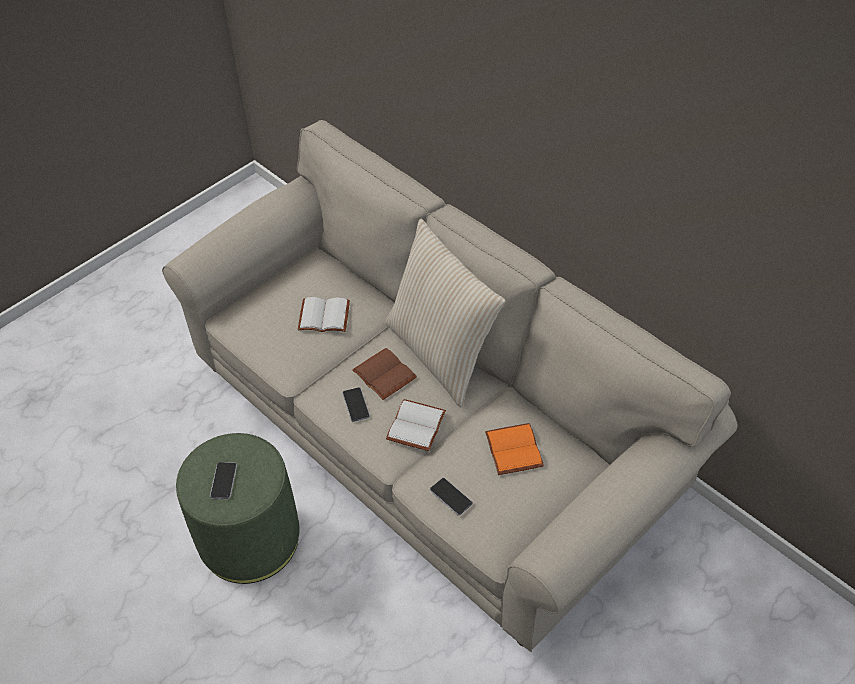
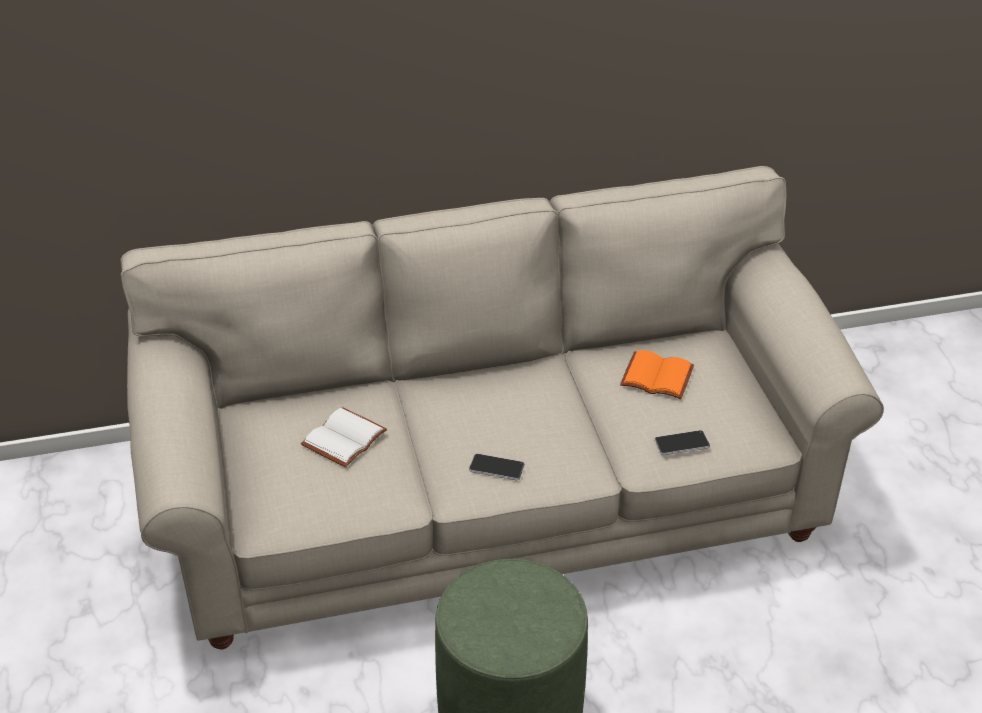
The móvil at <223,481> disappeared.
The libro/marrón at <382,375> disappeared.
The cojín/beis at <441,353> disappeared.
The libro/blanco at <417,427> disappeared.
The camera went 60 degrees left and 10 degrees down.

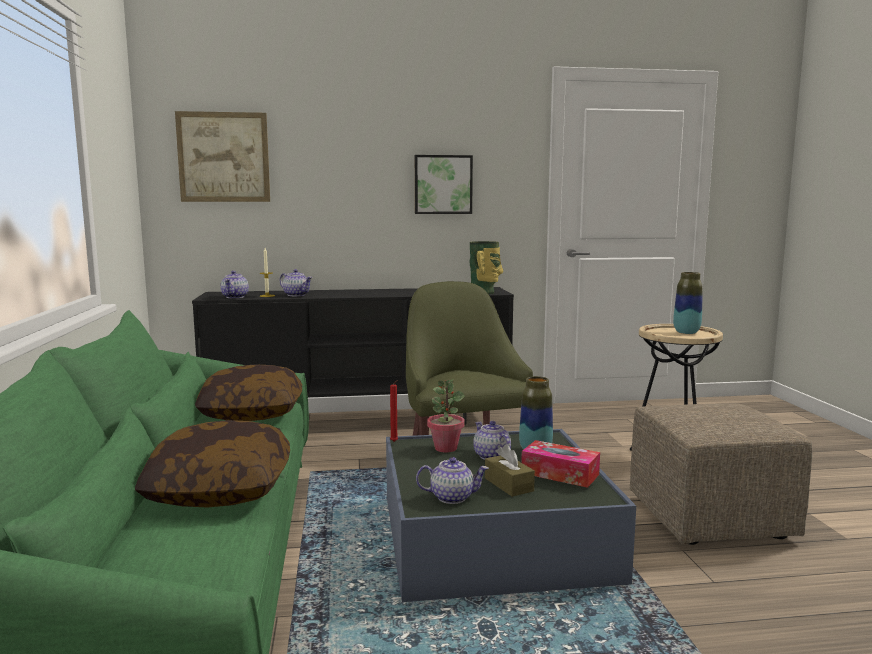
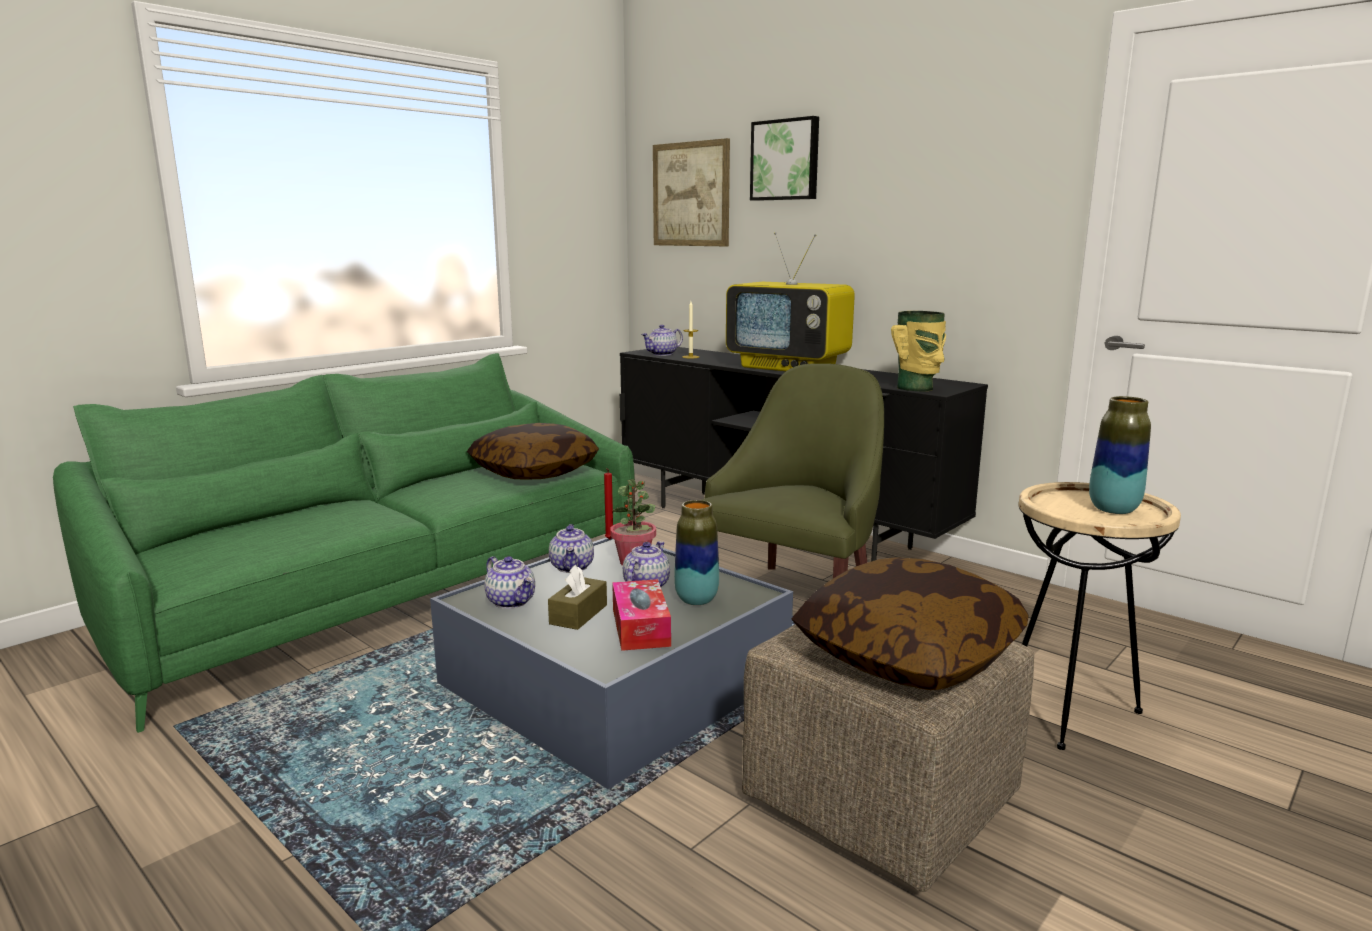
The cojín moved from <220,489> to <908,654>.
The tetera moved from <297,295> to <572,567>.
The cuadro moved from <443,184> to <786,160>.
The televisor at <789,367> appeared.
The camera went 50 degrees right and 5 degrees up.

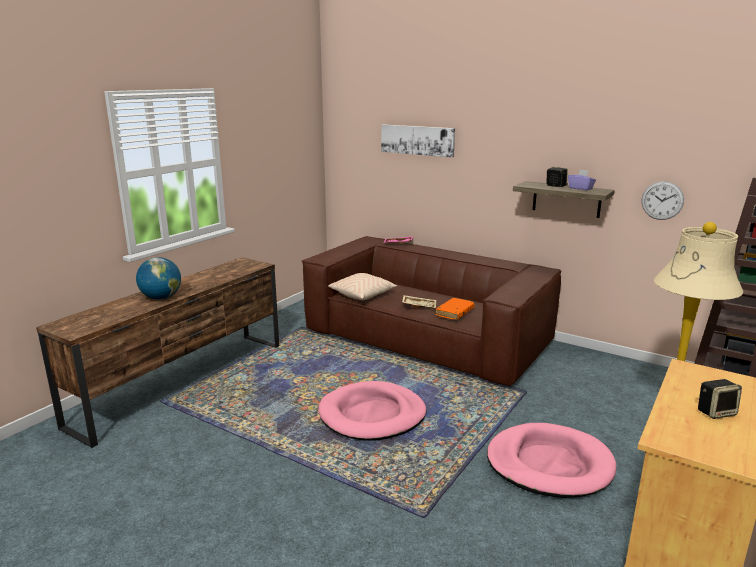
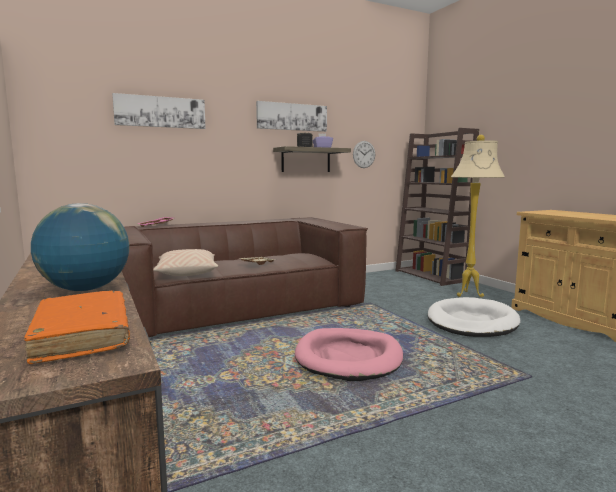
The libro/naranja moved from <454,313> to <83,336>.
The cama para perro/rosa at <549,464> became the cama para perro/blanco at <472,322>.
The altavoz at <716,412> disappeared.
The cuadro at <292,117> appeared.
The camera went 60 degrees left and 10 degrees down.

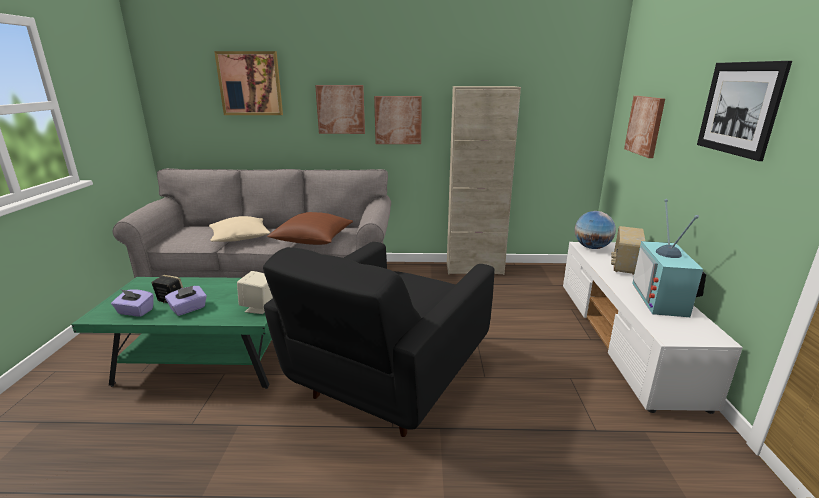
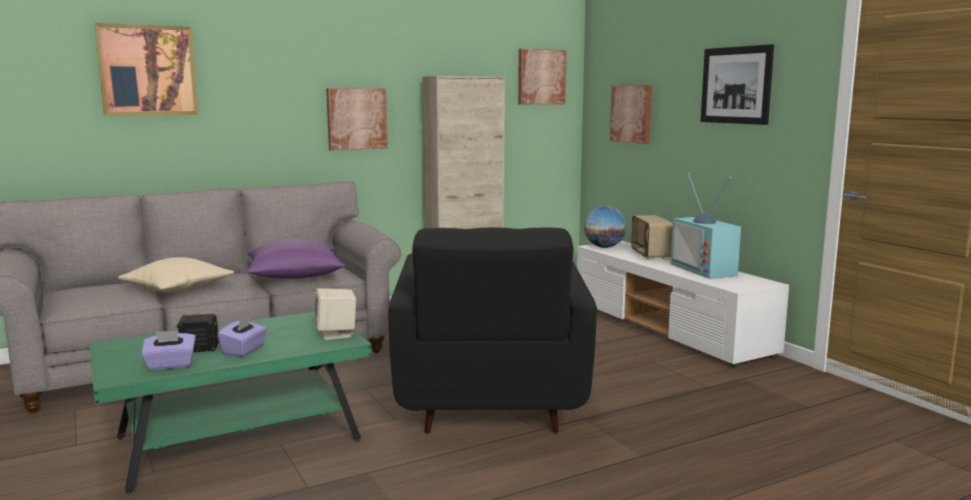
The cojín/marrón at <313,240> became the cojín/morado at <294,275>.
The cuadro moved from <341,109> to <541,77>.
The camera went 30 degrees left and 10 degrees down.

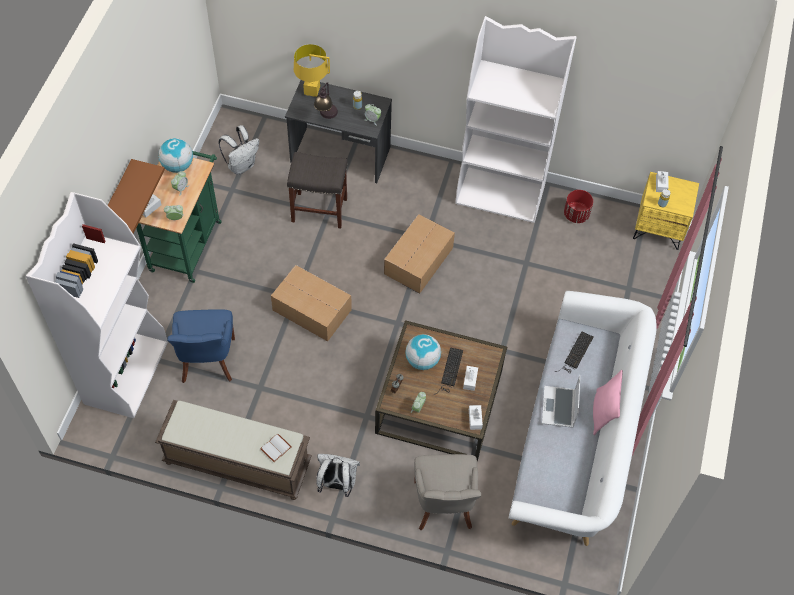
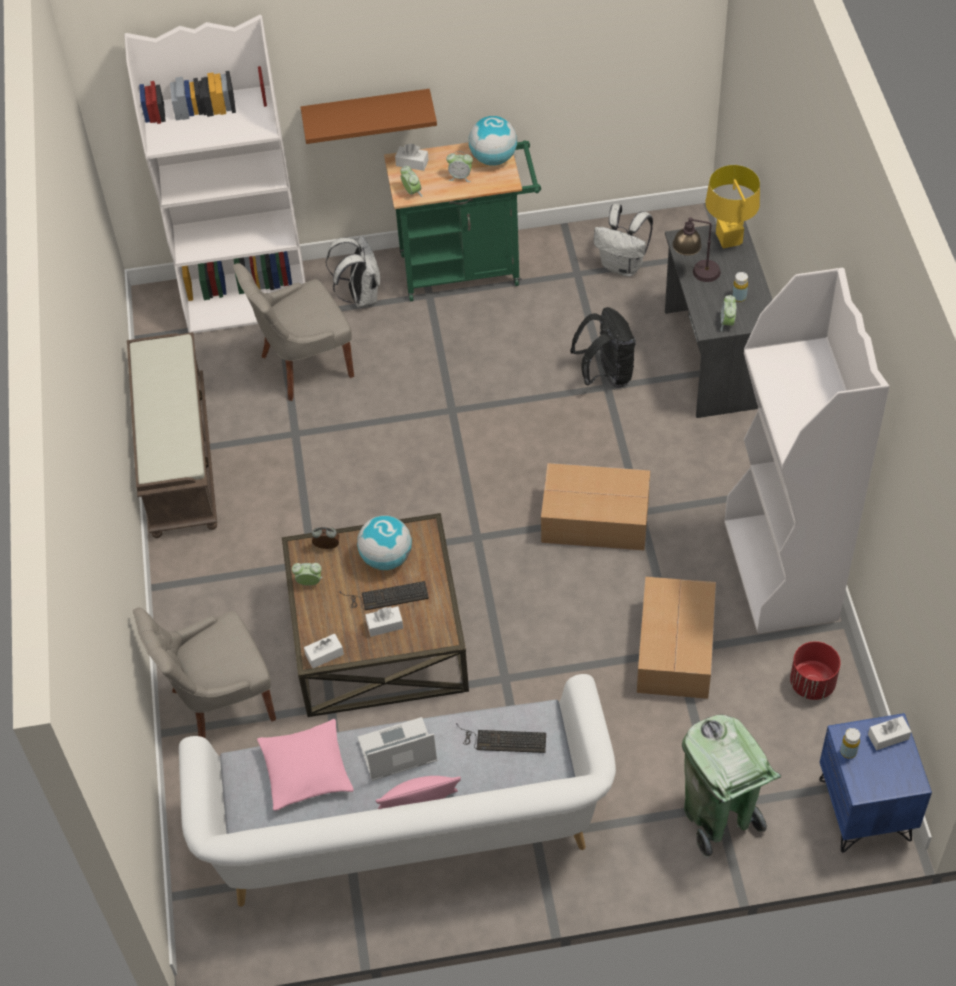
The silla/azul at <207,361> became the silla/gris at <304,366>.
The libro/blanco at <275,447> disappeared.
The caja de cartón moved from <312,311> to <674,650>.
The taburete/gris at <318,210> was replaced by the mochila/negro at <606,374>.
The mochila/blanco moved from <337,484> to <360,295>.
The mesita de noche/amarillo at <658,228> became the mesita de noche/azul at <865,809>.
The cojín/rosa at <306,770> appeared.
The papelera/verde at <718,817> appeared.
The camera went 70 degrees right and 5 degrees down.

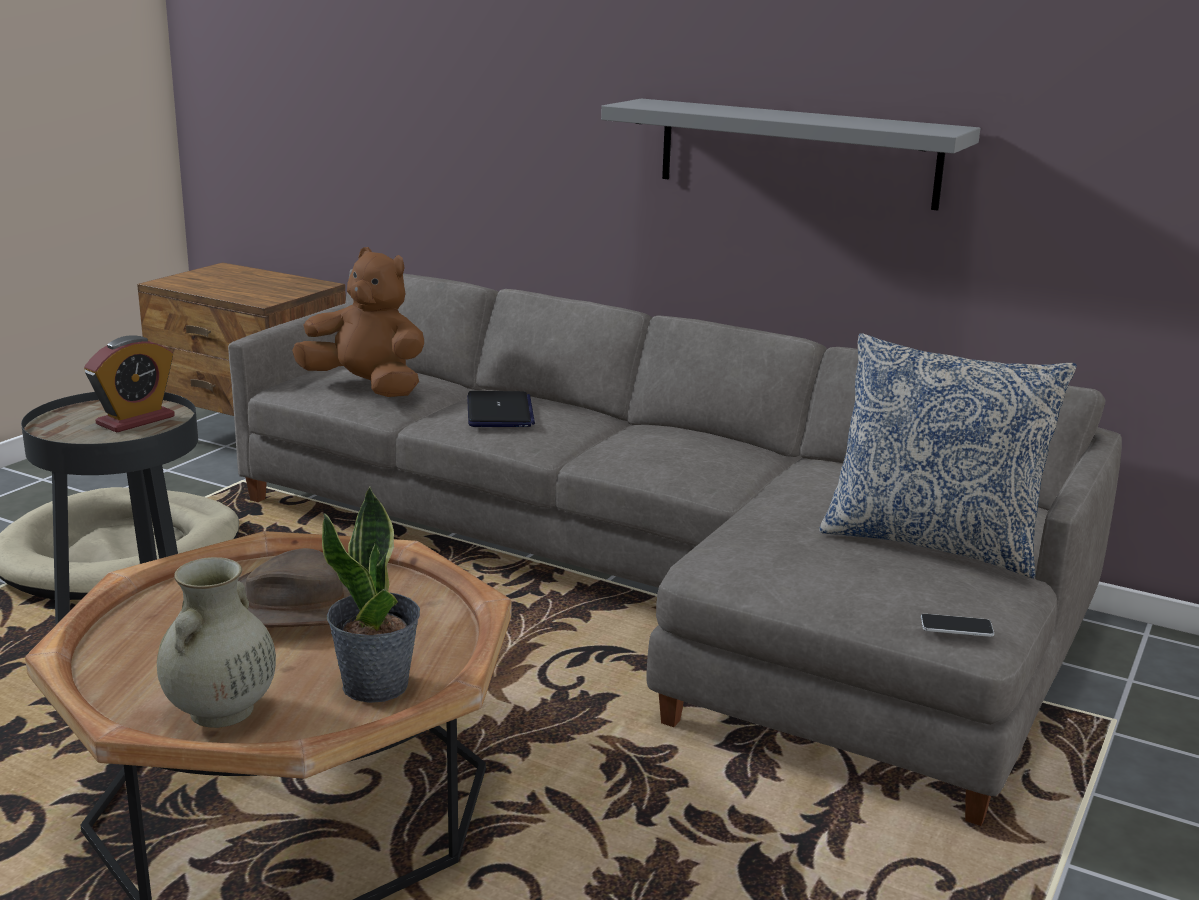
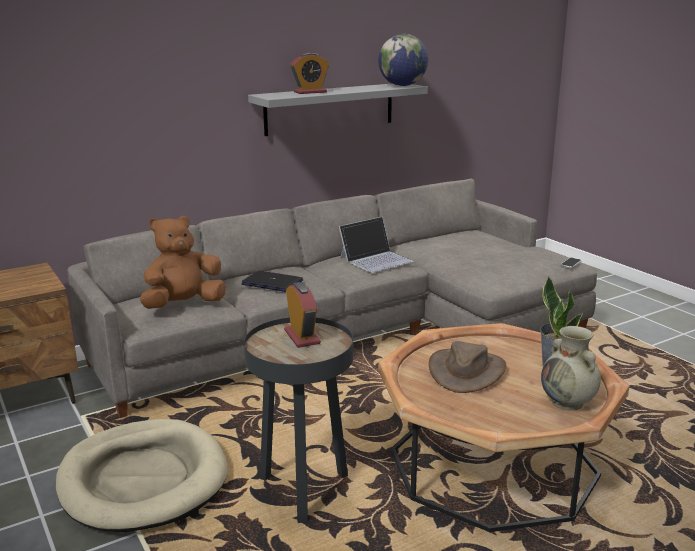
The cojín at <931,542> disappeared.
The despertador at <310,92> appeared.
The portátil at <376,259> appeared.
The globo terráqueo at <402,85> appeared.
The camera went 60 degrees left and 0 degrees up.

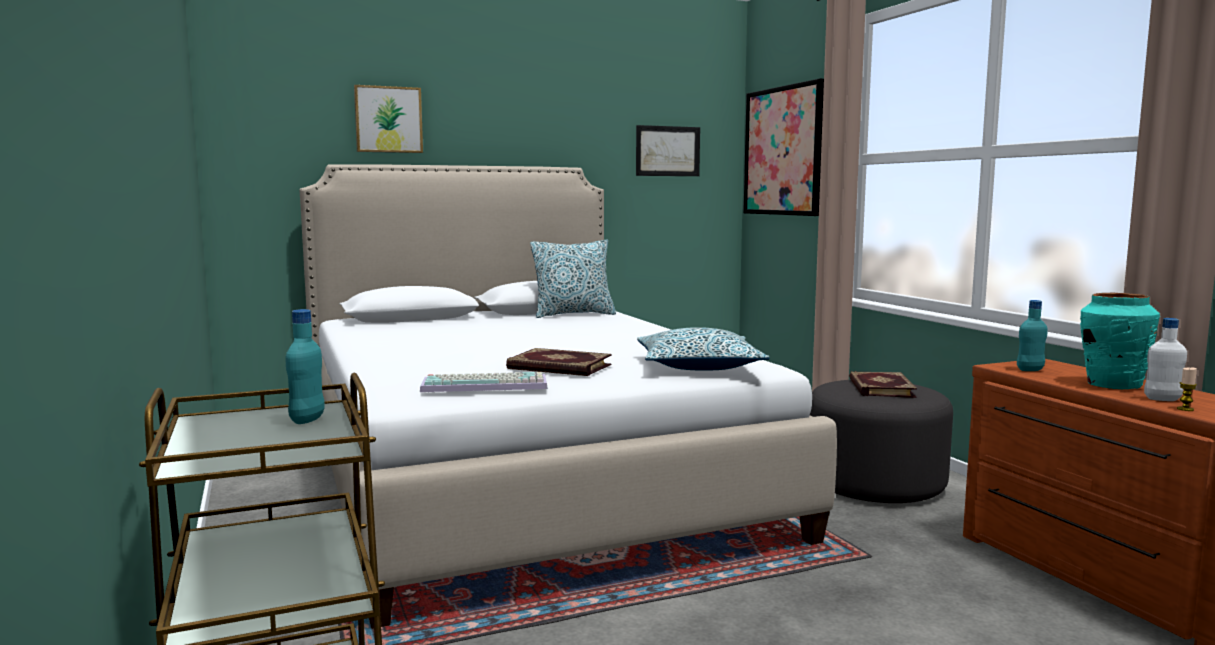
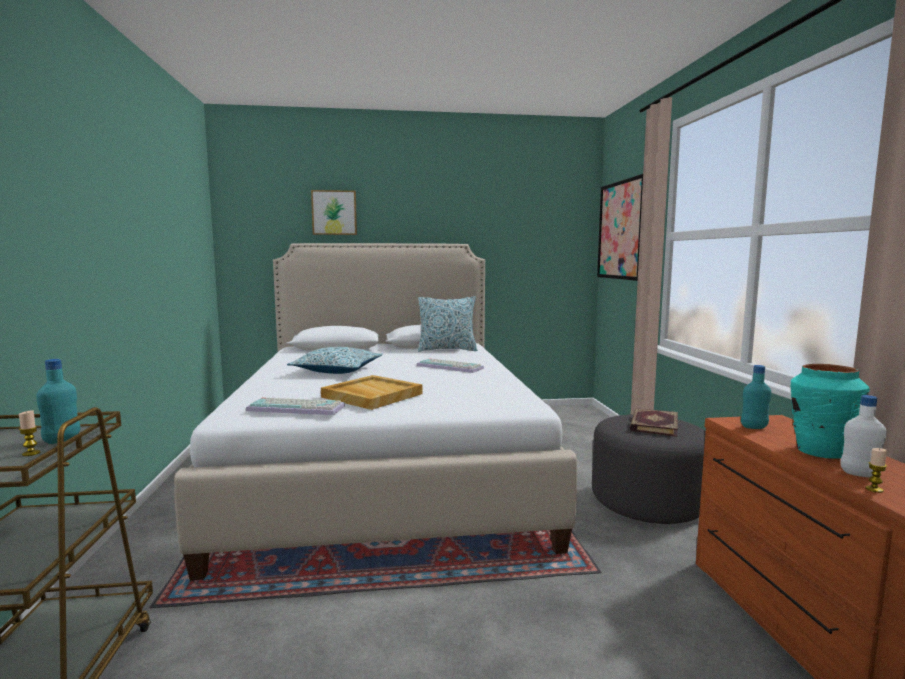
The libro at <559,367> was replaced by the bandeja/beis at <371,395>.
The cuadro at <667,151> disappeared.
The cojín moved from <698,366> to <337,370>.
The vela at <31,453> appeared.
The teclado at <451,367> appeared.
The camera went 15 degrees right and 0 degrees up.

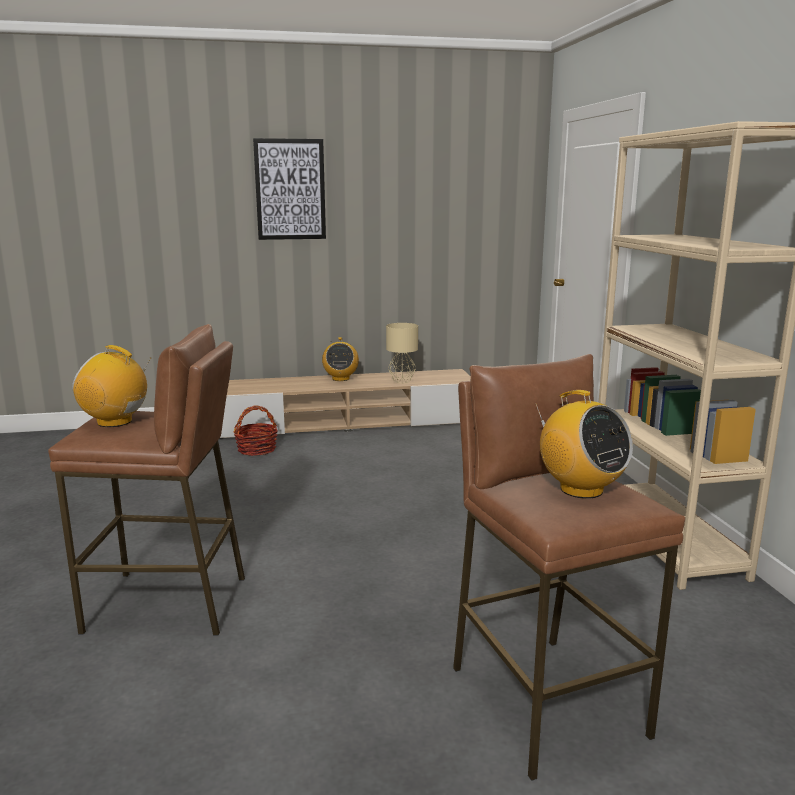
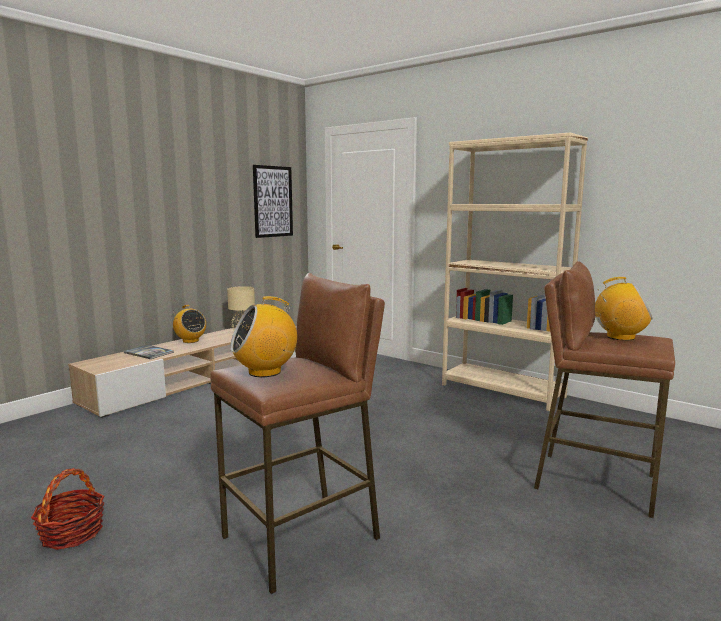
The cesta moved from <257,449> to <72,533>.
The cuadro moved from <290,189> to <273,201>.
The libro at <149,353> appeared.
The camera went 40 degrees left and 5 degrees down.

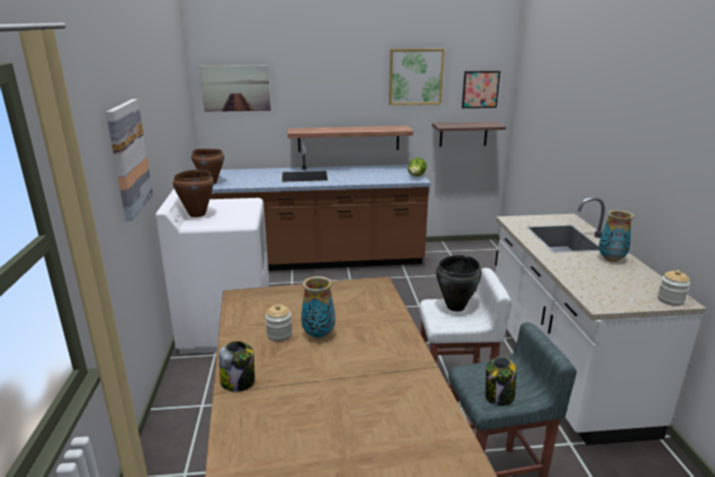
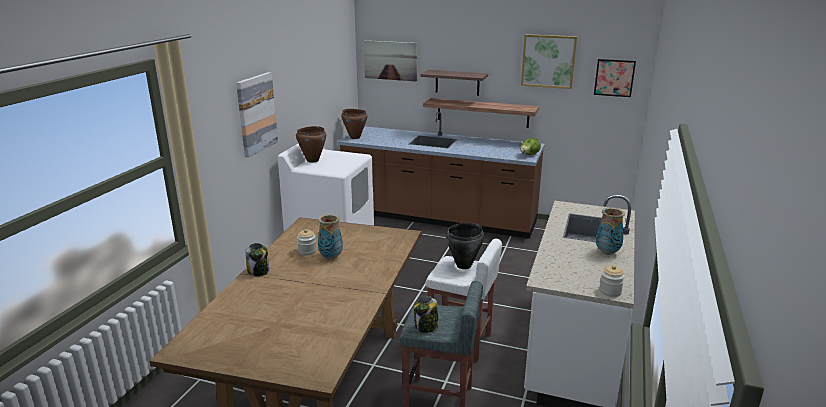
The estante moved from <463,134> to <457,82>.
The camera went 25 degrees right and 0 degrees up.

